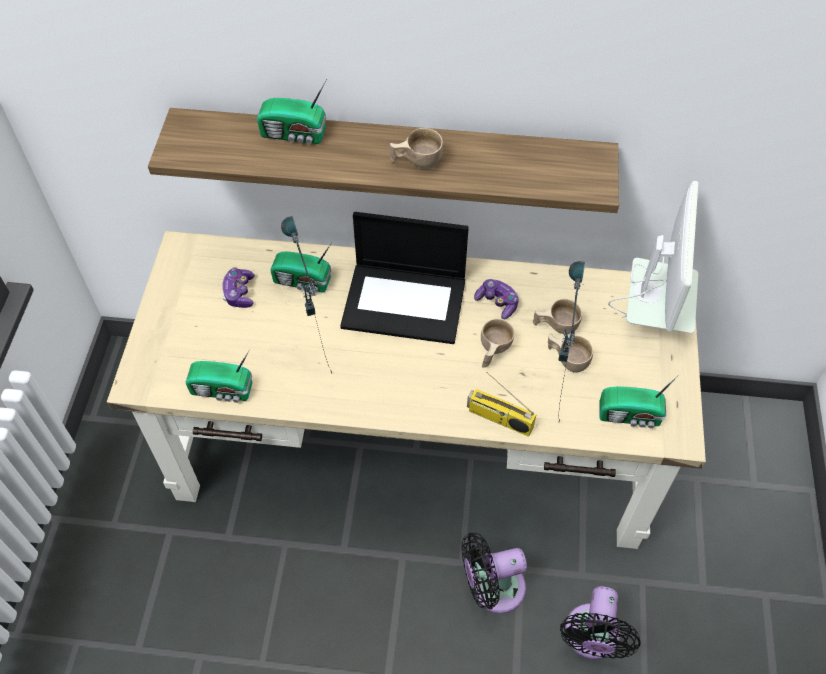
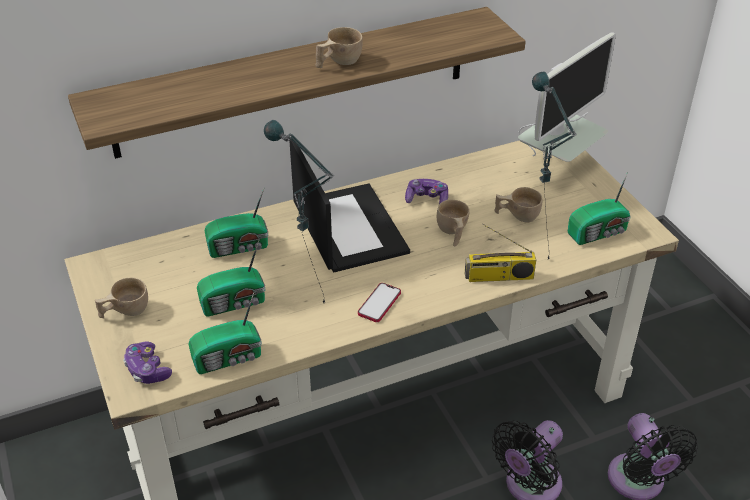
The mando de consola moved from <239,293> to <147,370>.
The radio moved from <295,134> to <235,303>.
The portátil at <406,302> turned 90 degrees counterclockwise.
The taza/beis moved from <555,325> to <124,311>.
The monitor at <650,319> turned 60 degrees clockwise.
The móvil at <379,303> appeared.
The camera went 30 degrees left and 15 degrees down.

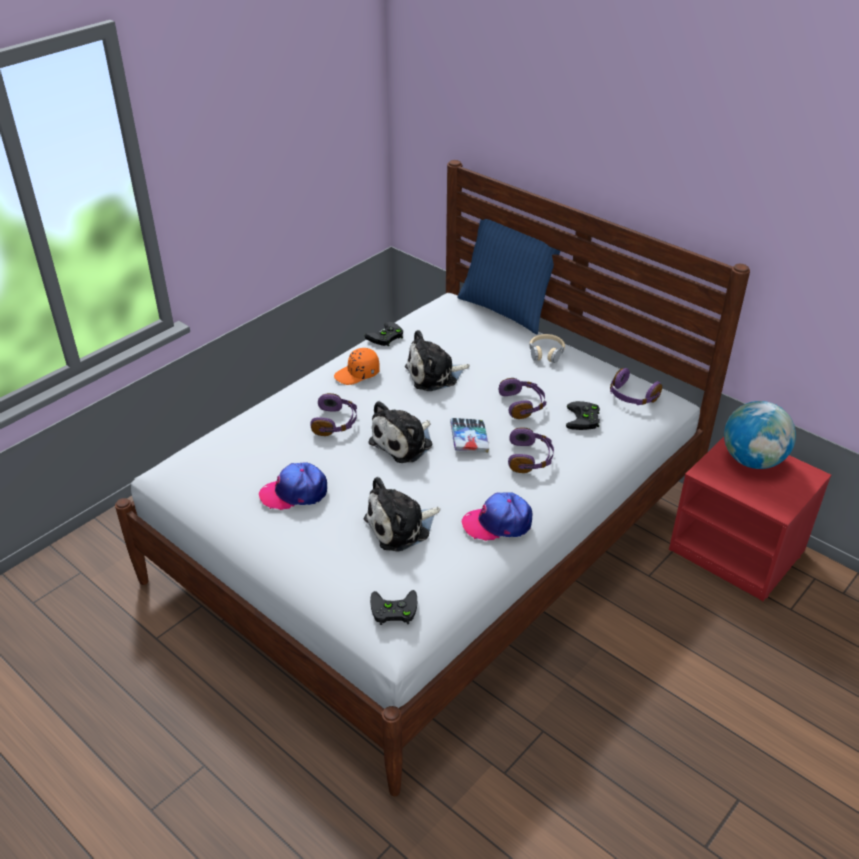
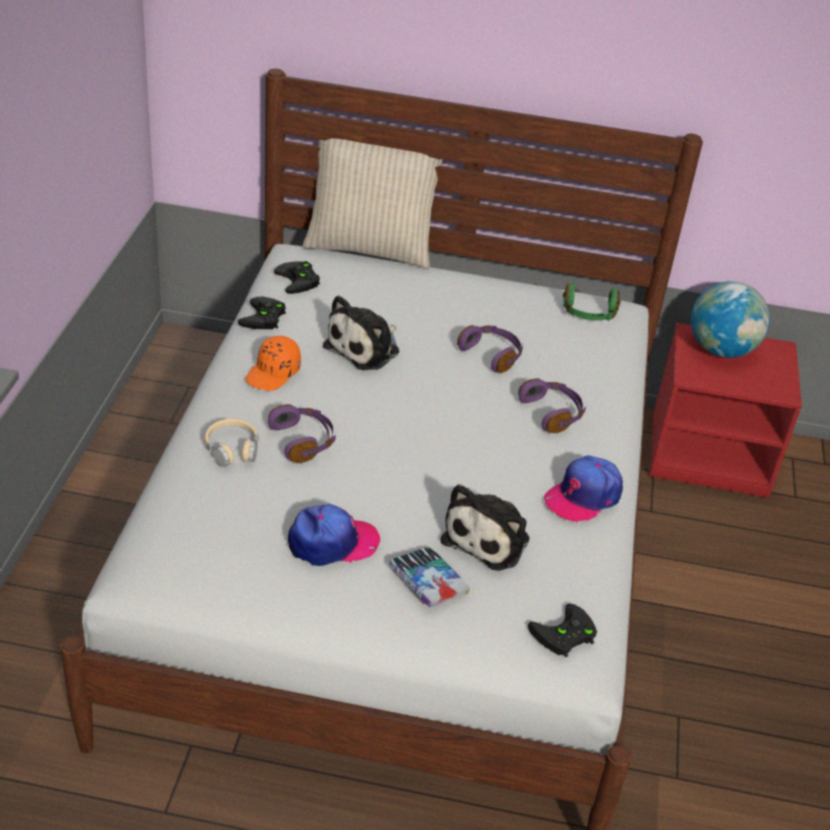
The gorra at <294,492> turned 150 degrees counterclockwise.
The peluche at <404,443> disappeared.
The libro moved from <469,439> to <428,582>.
The cojín/azul at <507,309> became the cojín/beis at <370,248>.
The auriculares/beis moved from <546,353> to <232,448>.
The mando de consola/negro moved from <584,419> to <300,280>.
The auriculares/morado at <631,397> became the auriculares/verde at <589,313>.
The camera went 35 degrees left and 0 degrees up.

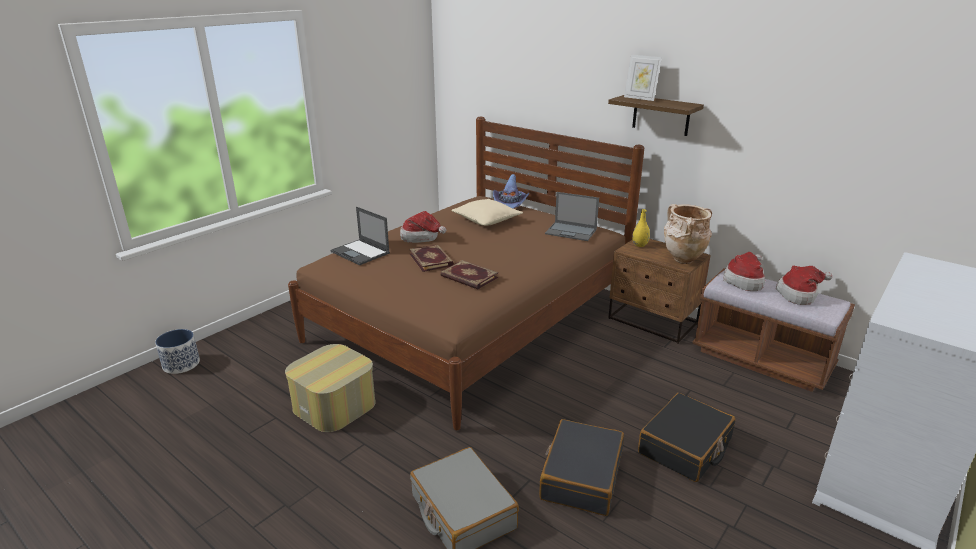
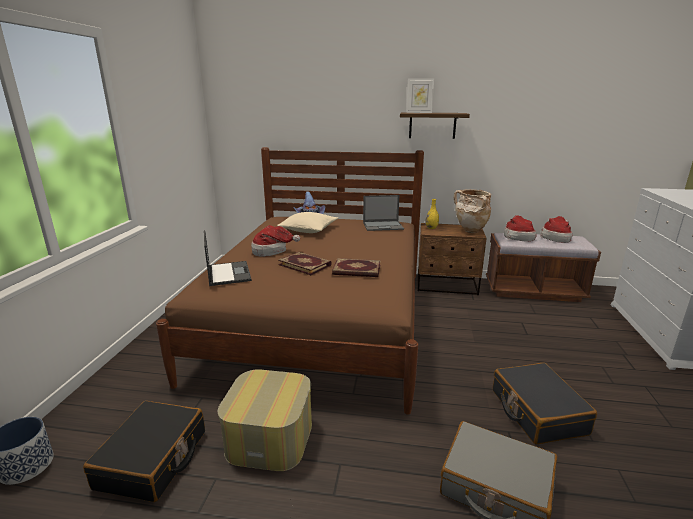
The portátil at <361,252> turned 120 degrees counterclockwise.
The maleta/negro moved from <685,447> to <153,459>.
The camera went 30 degrees left and 5 degrees down.

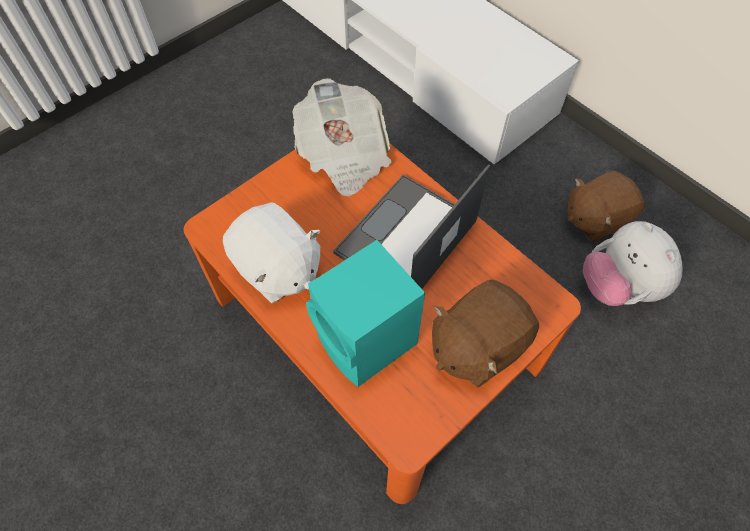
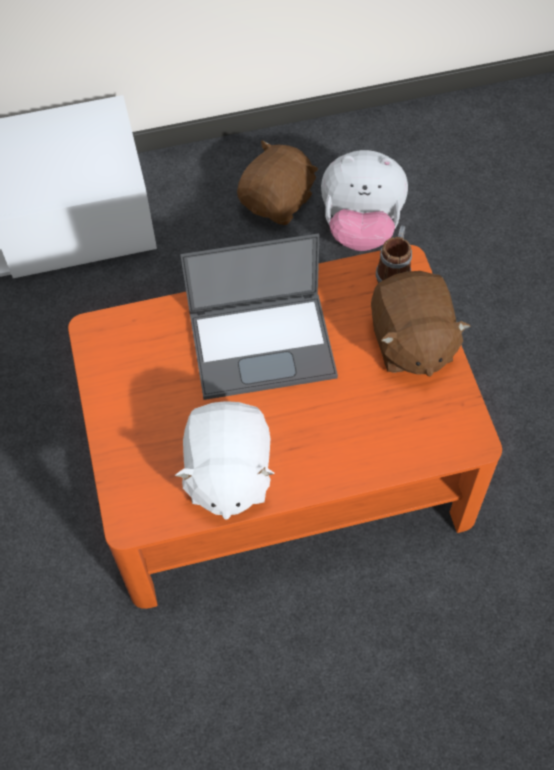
The peluche/blanco at <277,269> turned 105 degrees clockwise.
The periódico at <343,156> disappeared.
The altavoz/turquesa at <368,343> disappeared.
The portátil at <406,238> turned 75 degrees counterclockwise.
The peluche/marrón at <595,218> turned 150 degrees counterclockwise.
The taza grande at <394,271> appeared.
The camera went 60 degrees left and 0 degrees up.

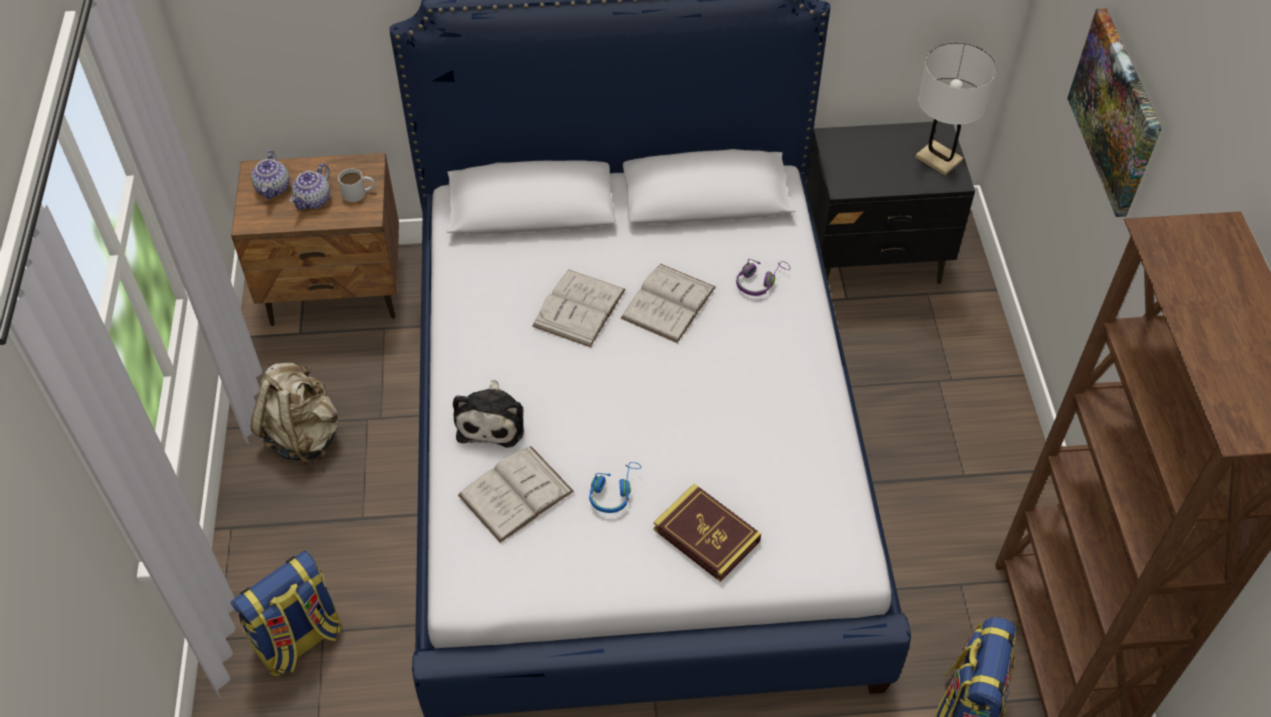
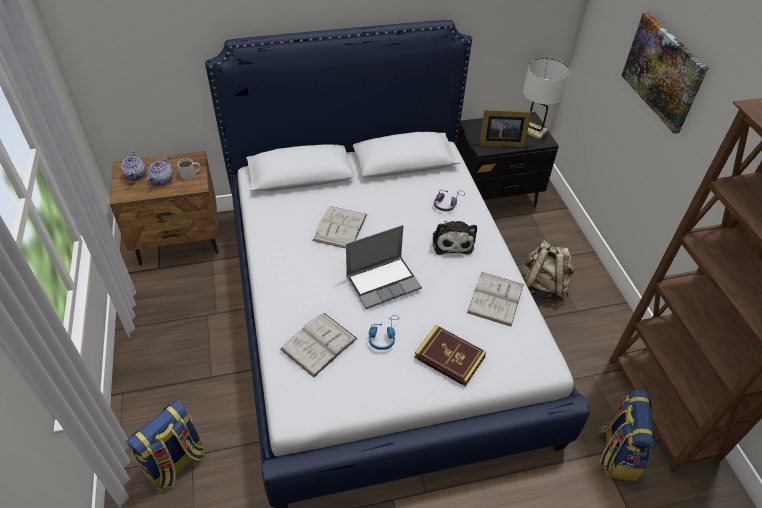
The mochila/beis moved from <304,436> to <543,286>.
The peluche moved from <492,420> to <452,241>.
The libro/blanco moved from <668,303> to <495,298>.
The portátil at <383,282> appeared.
The portarretratos at <499,142> appeared.
The camera went 10 degrees left and 5 degrees down.

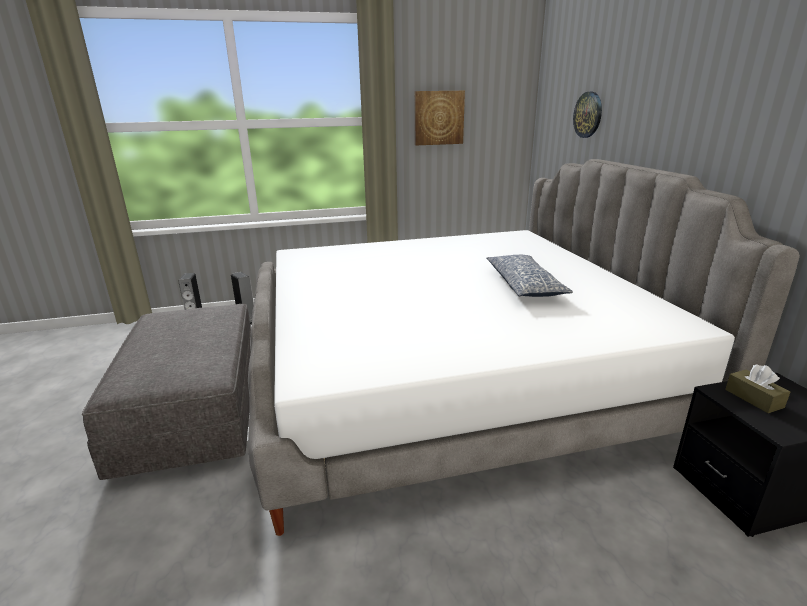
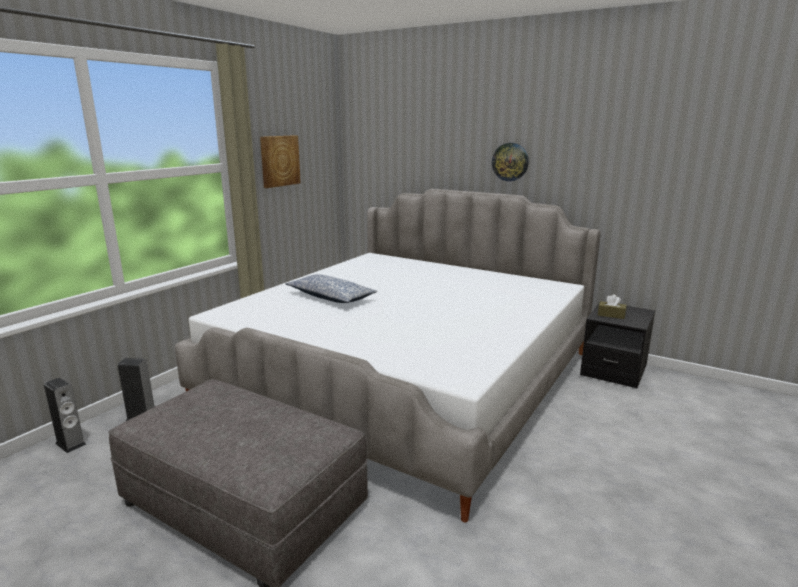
The cojín moved from <524,285> to <331,297>.
The reloj de pared moved from <588,115> to <510,162>.
The camera went 45 degrees left and 5 degrees down.

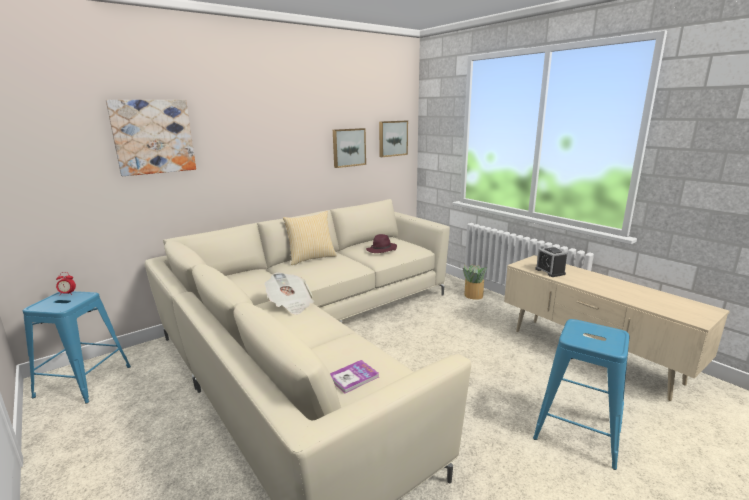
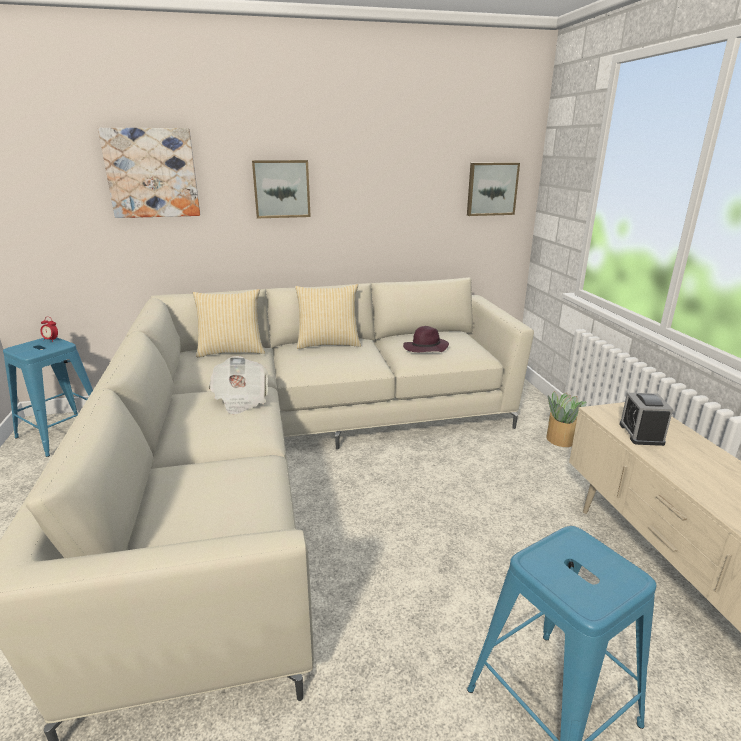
The libro at <353,377> disappeared.
The cuadro moved from <348,147> to <281,189>.
The cojín at <231,351> appeared.
The camera went 25 degrees right and 5 degrees up.

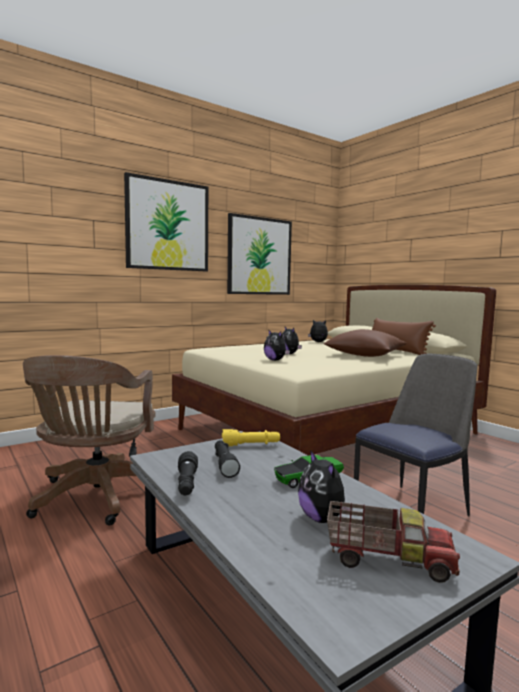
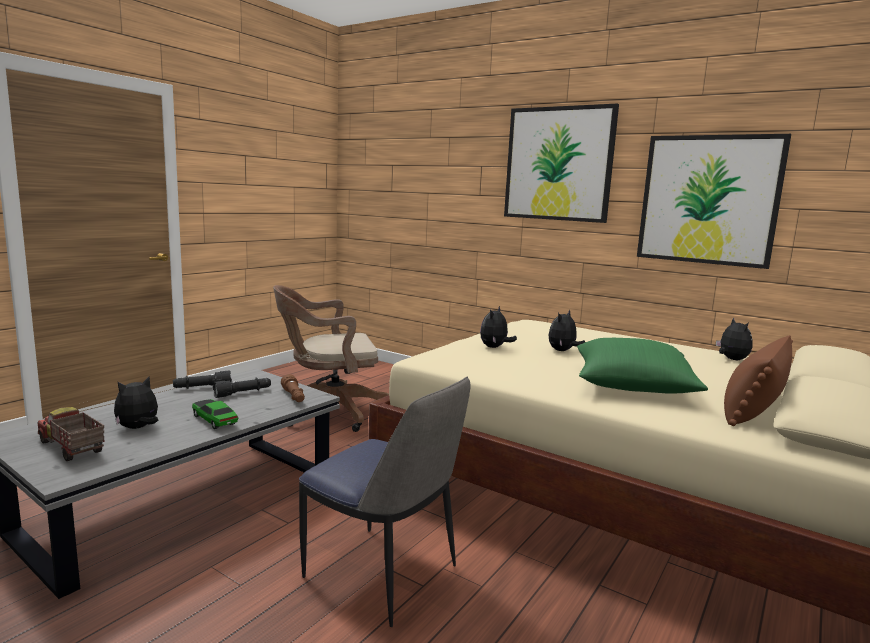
The linterna/amarillo at <250,445> became the linterna/marrón at <294,397>.
The cojín/marrón at <365,355> became the cojín/verde at <632,385>.
The camión de juguete at <388,560> turned 135 degrees clockwise.
The camera went 70 degrees right and 5 degrees up.

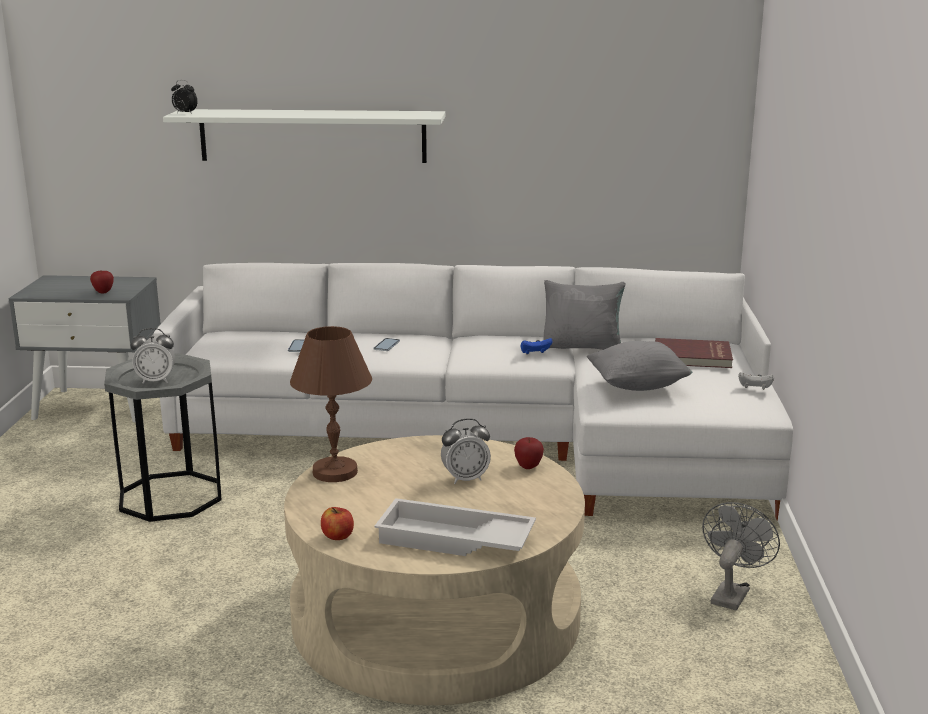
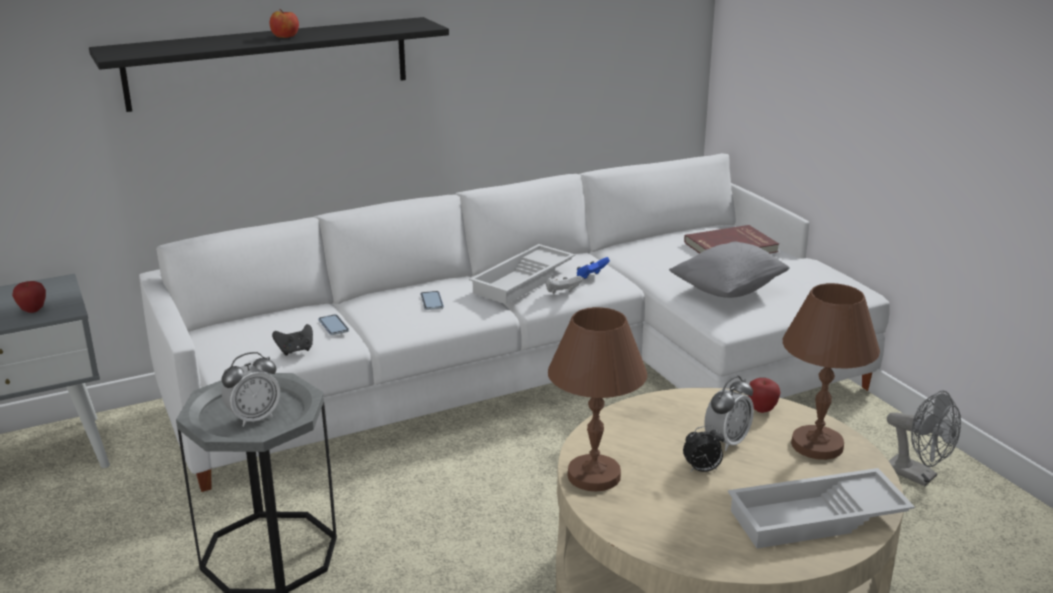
The estante/blanco at <312,136> became the estante/negro at <269,63>.
The despertador moved from <184,113> to <702,470>.
The manzana moved from <338,536> to <285,36>.
The cojín/gris at <582,347> disappeared.
The ventilador/gris at <731,593> turned 135 degrees clockwise.
The mando de consola/blanco moved from <754,389> to <562,293>.
The mando de consola/negro at <295,350> appeared.
The bandeja/blanco at <524,281> appeared.
The lámpara de mesa/marrón at <818,445> appeared.
The camera went 30 degrees left and 5 degrees up.

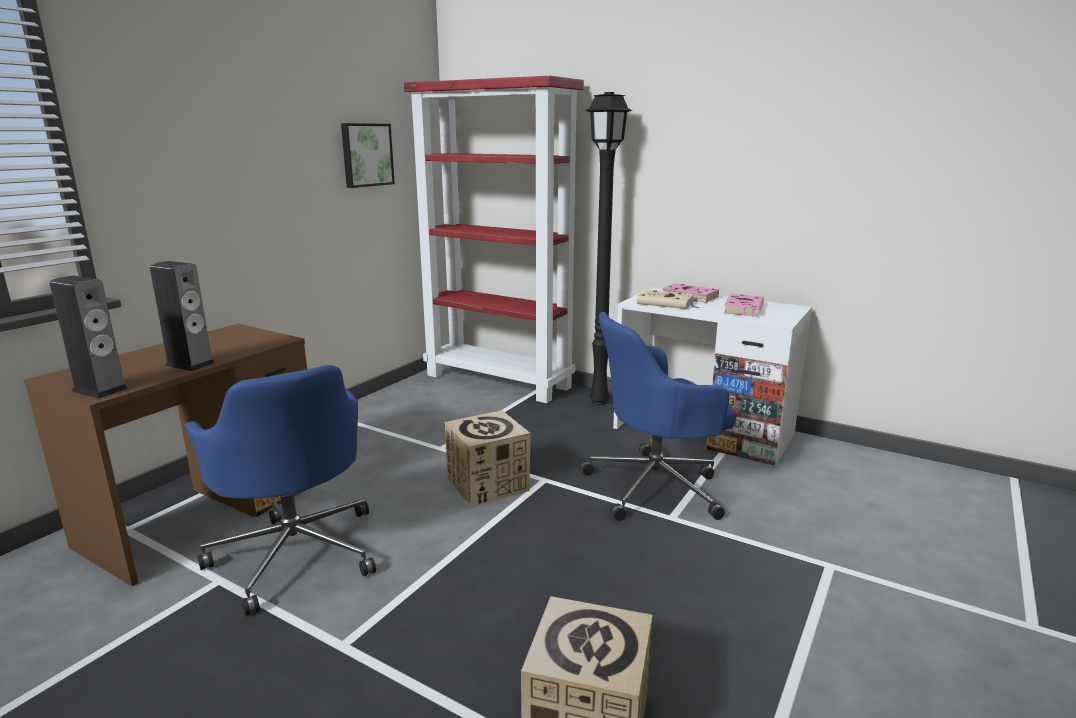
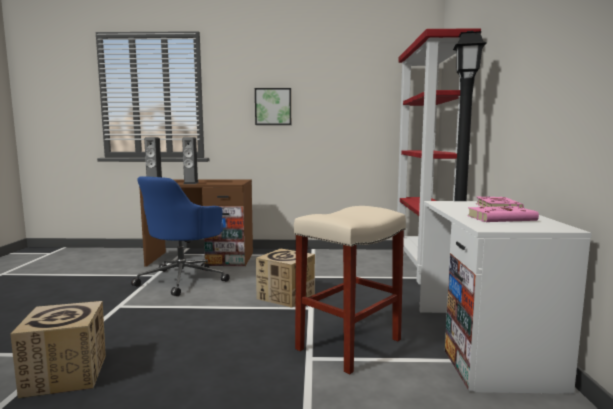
The cuadro moved from <366,155> to <273,106>.
The silla de oficina/azul at <656,486> was replaced by the taburete/beis at <349,343>.
The libro/beis at <667,303> disappeared.
The camera went 60 degrees right and 10 degrees down.

